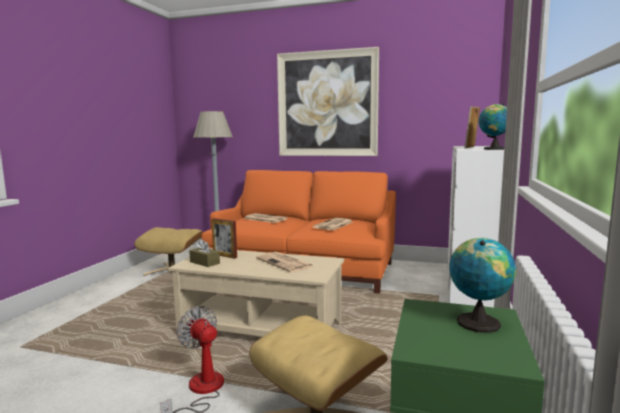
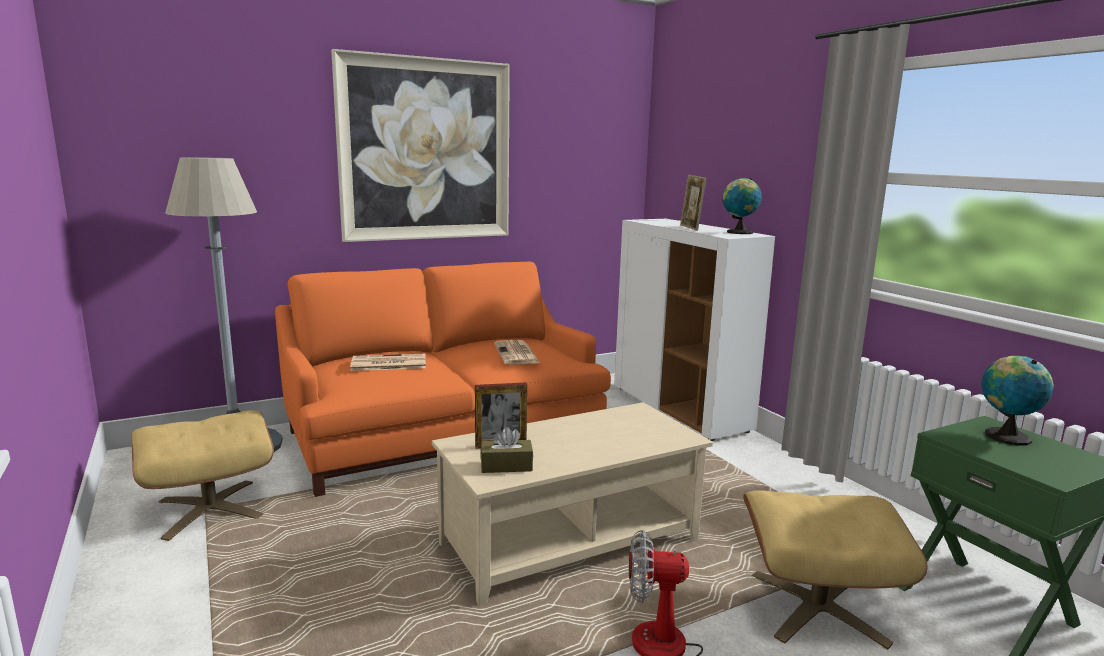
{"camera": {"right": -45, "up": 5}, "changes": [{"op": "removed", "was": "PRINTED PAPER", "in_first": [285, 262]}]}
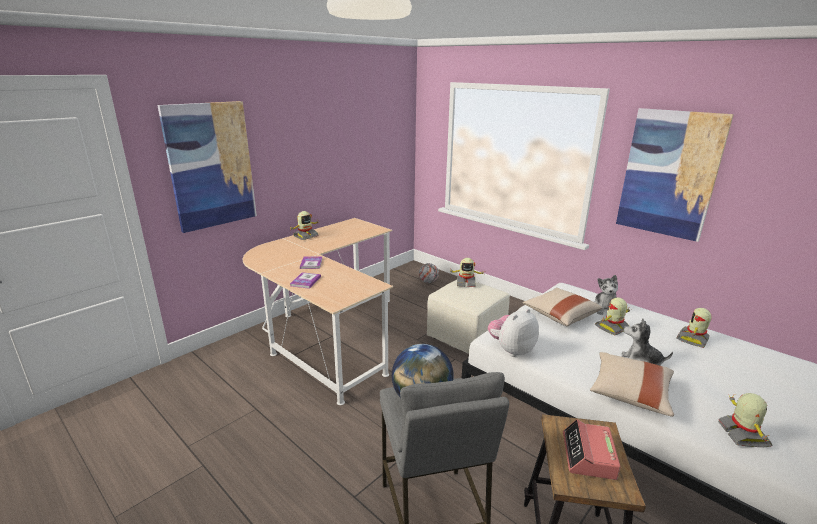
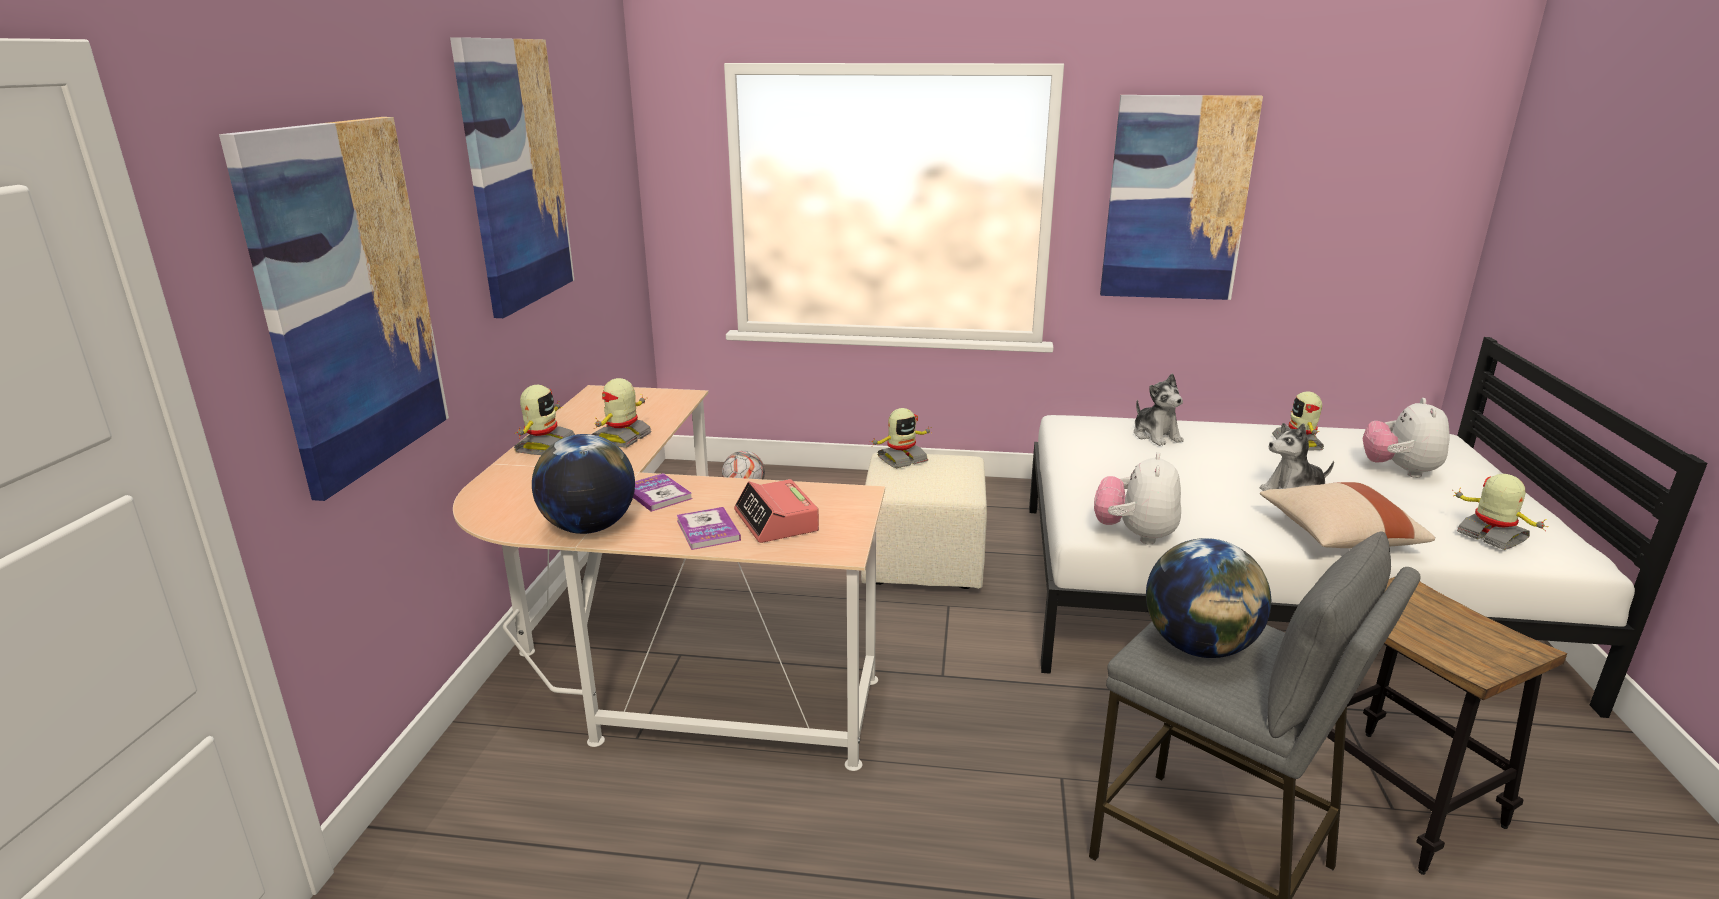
{"camera": {"right": -35, "up": 0}, "changes": [{"op": "removed", "was": "SAND-COLOURED CUSHION", "in_first": [562, 307]}, {"op": "added", "now": "PICTURE", "in_second": [512, 177]}, {"op": "added", "now": "DESK GLOBE", "in_second": [583, 484]}, {"op": "added", "now": "CUDDLY TOY", "in_second": [1406, 438]}, {"op": "moved", "was": "BEDSIDE CLOCK", "in_first": [592, 449], "in_second": [776, 511]}, {"op": "moved", "was": "ROBOT FIGURE", "in_first": [612, 316], "in_second": [622, 413]}]}
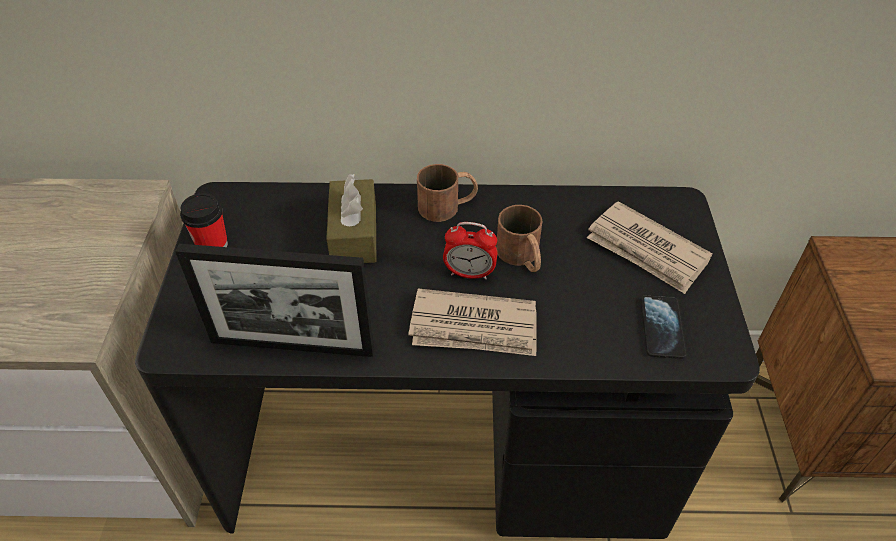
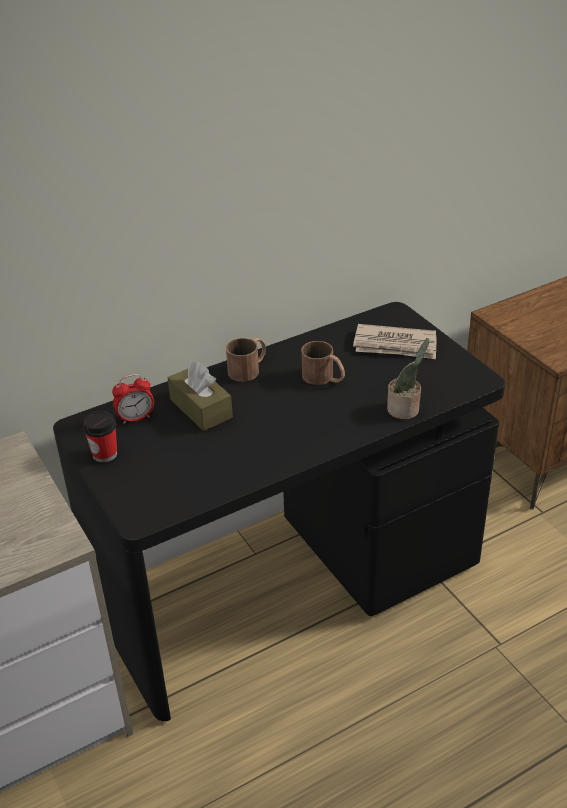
{"camera": {"right": -30, "up": -10}, "changes": [{"op": "removed", "was": "STANDING FRAME", "in_first": [275, 300]}, {"op": "removed", "was": "PRINTED PAPER", "in_first": [472, 322]}, {"op": "removed", "was": "HANDSET", "in_first": [663, 327]}, {"op": "added", "now": "PLANT IN A POT", "in_second": [408, 378]}, {"op": "moved", "was": "BEDSIDE CLOCK", "in_first": [470, 250], "in_second": [133, 399]}]}
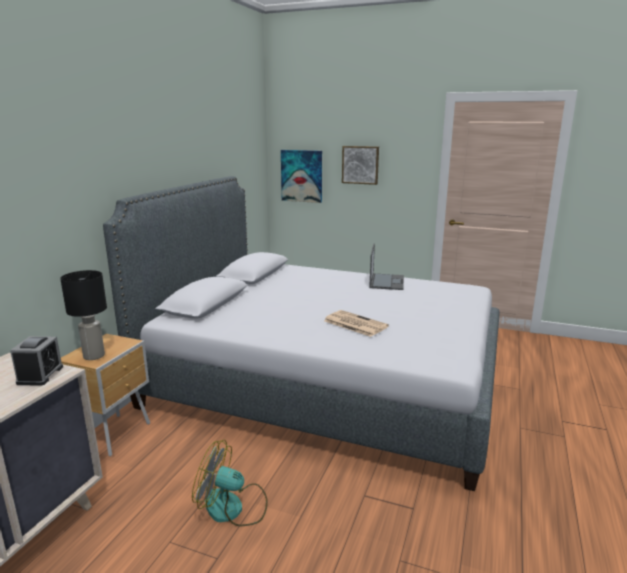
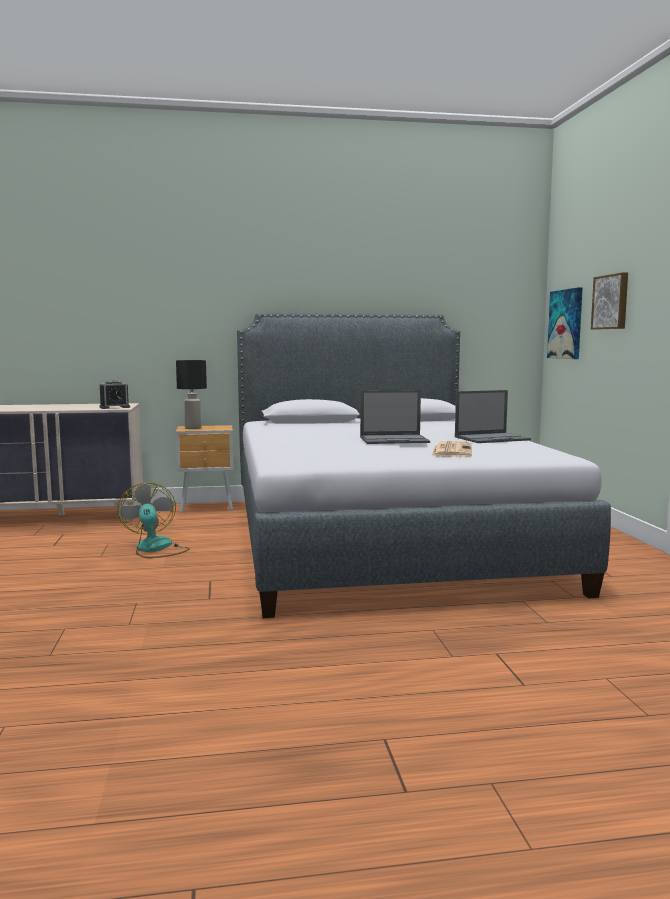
{"camera": {"right": 60, "up": -10}, "changes": [{"op": "added", "now": "NOTEBOOK COMPUTER", "in_second": [395, 417]}, {"op": "moved", "was": "PRINTED PAPER", "in_first": [356, 323], "in_second": [452, 449]}]}
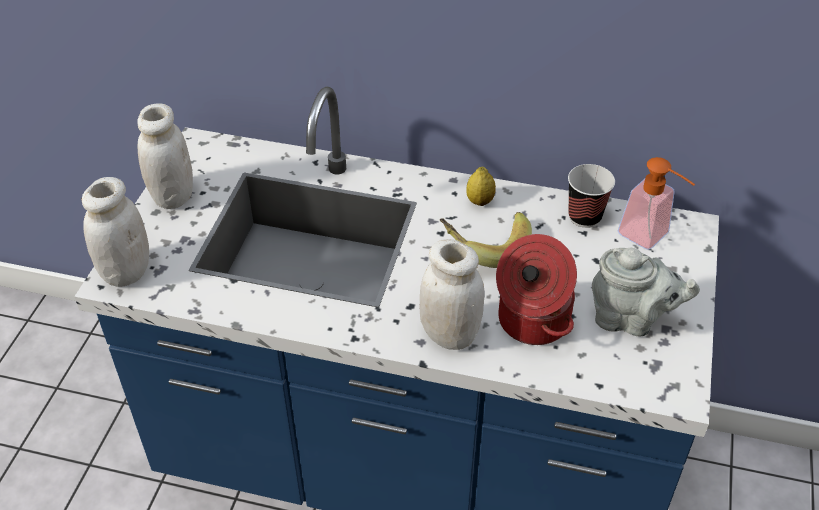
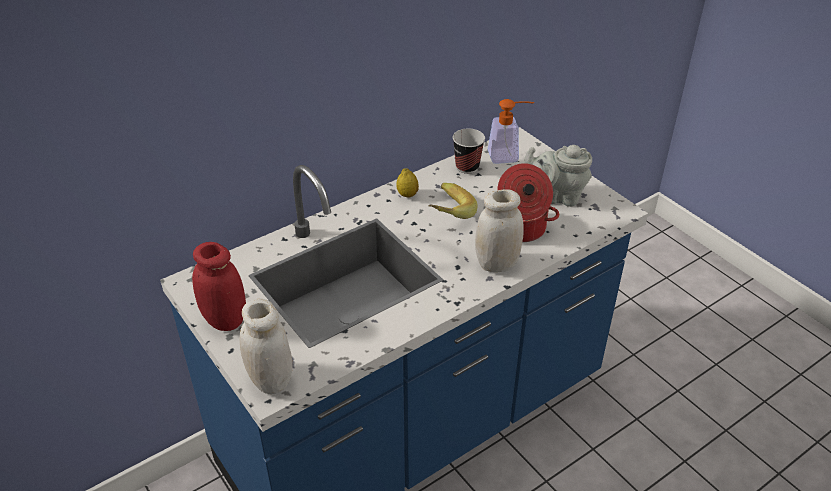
{"camera": {"right": -50, "up": -5}, "changes": [{"op": "recoloured", "was": "WHITISH STORAGE JAR", "now": "REDDISH STORAGE JAR", "in_first": [165, 156], "in_second": [219, 286]}, {"op": "turned", "was": "GRAY TEA POT", "in_first": [646, 292], "in_second": [558, 176], "clockwise": -135}]}
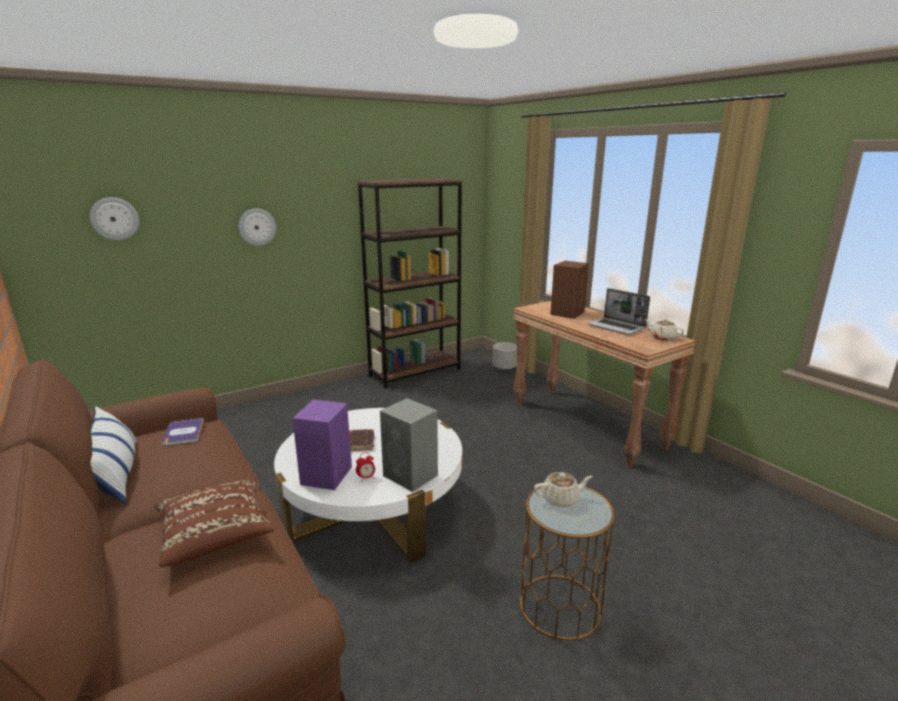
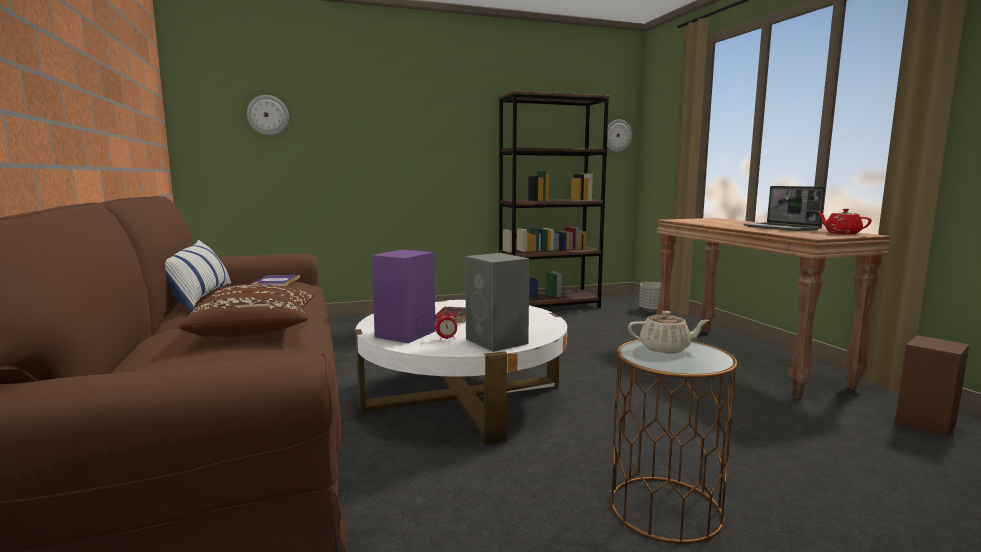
{"camera": {"right": 15, "up": -10}, "changes": [{"op": "moved", "was": "WALL CLOCK", "in_first": [257, 227], "in_second": [619, 135]}, {"op": "moved", "was": "BROWN AUDIO SPEAKER", "in_first": [569, 290], "in_second": [932, 386]}, {"op": "recoloured", "was": "SAND-COLOURED TEA POT", "now": "REDDISH TEA POT", "in_first": [664, 330], "in_second": [844, 221]}]}
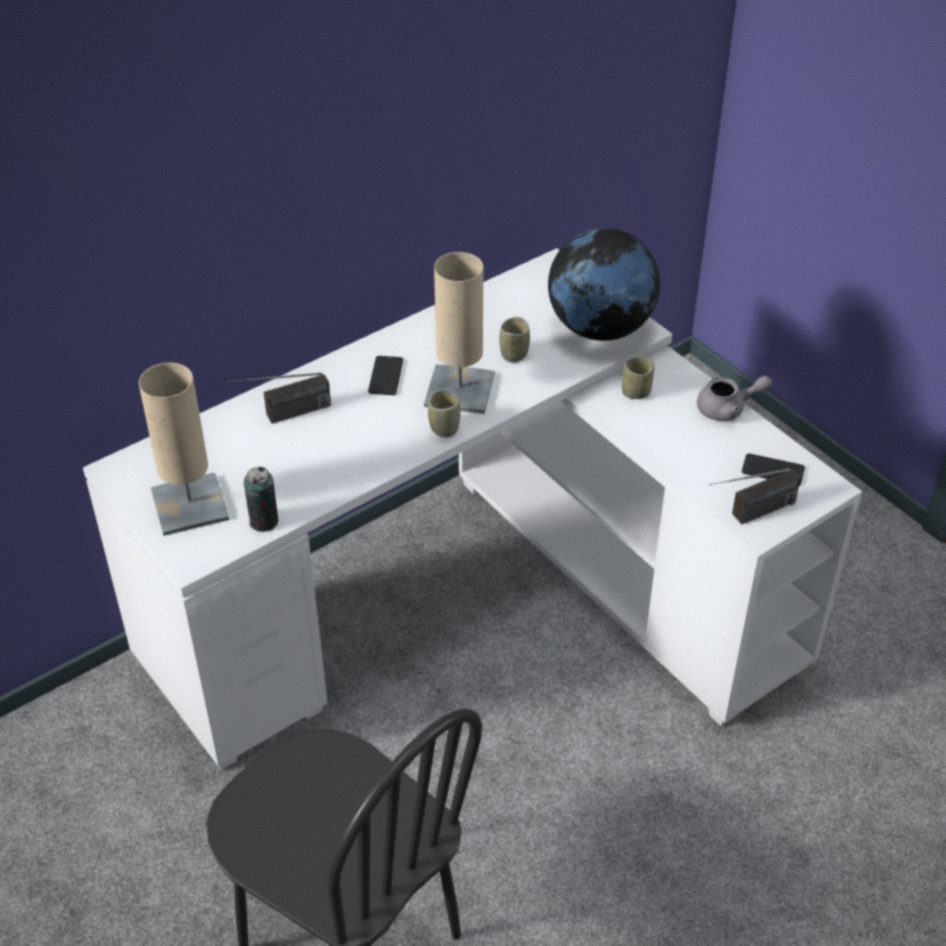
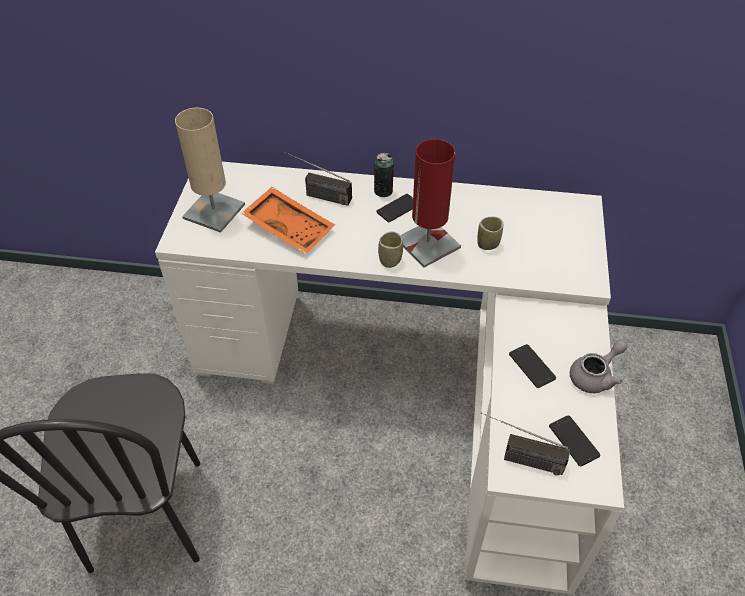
{"camera": {"right": 45, "up": 5}, "changes": [{"op": "removed", "was": "DESK GLOBE", "in_first": [604, 284]}, {"op": "removed", "was": "DRINKING CUP", "in_first": [638, 378]}, {"op": "added", "now": "ORANGEY SERVING TRAY", "in_second": [288, 220]}, {"op": "added", "now": "HANDSET", "in_second": [532, 366]}, {"op": "moved", "was": "CAN", "in_first": [261, 499], "in_second": [384, 175]}, {"op": "recoloured", "was": "SAND-COLOURED LAMP FOR A TABLE", "now": "REDDISH LAMP FOR A TABLE", "in_first": [459, 333], "in_second": [430, 203]}, {"op": "turned", "was": "GRAY TEA POT", "in_first": [734, 398], "in_second": [599, 366], "clockwise": -75}]}
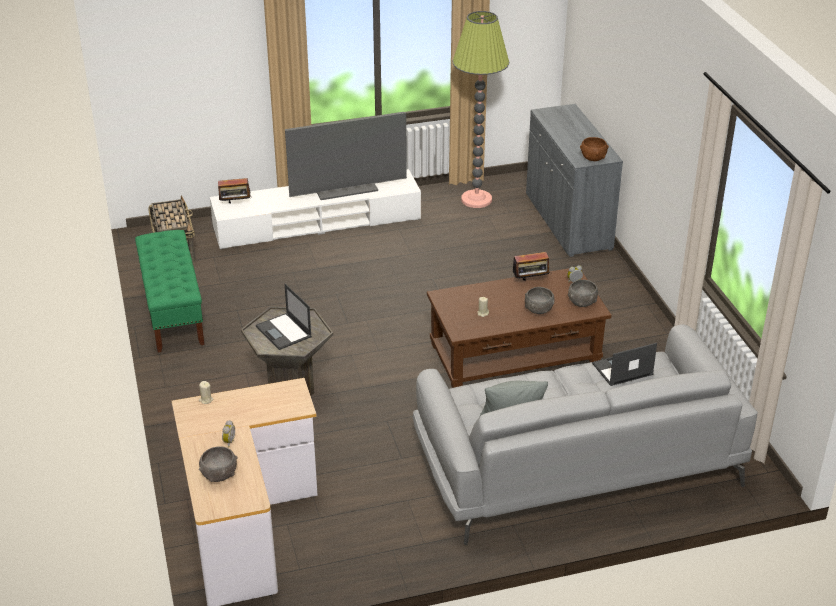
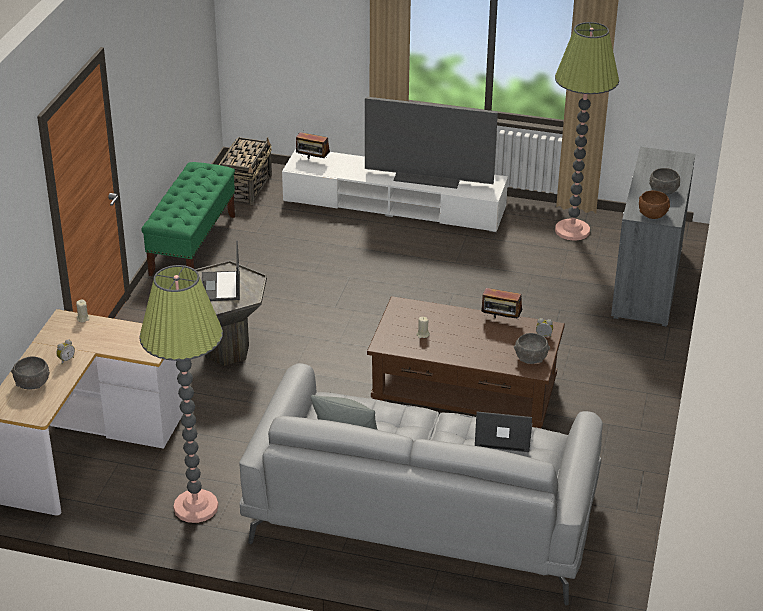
{"camera": {"right": 30, "up": 0}, "changes": [{"op": "added", "now": "STANDARD LAMP", "in_second": [181, 394]}, {"op": "moved", "was": "GRAY BOWL", "in_first": [540, 300], "in_second": [664, 181]}]}
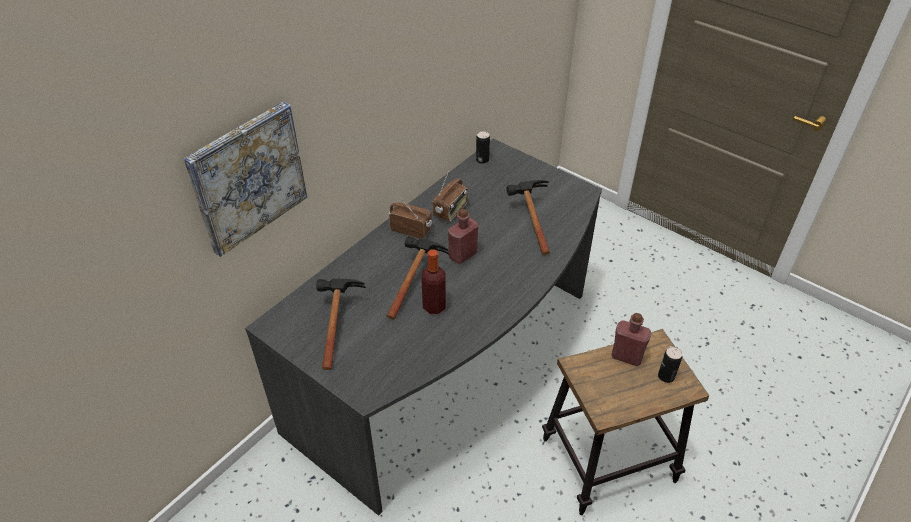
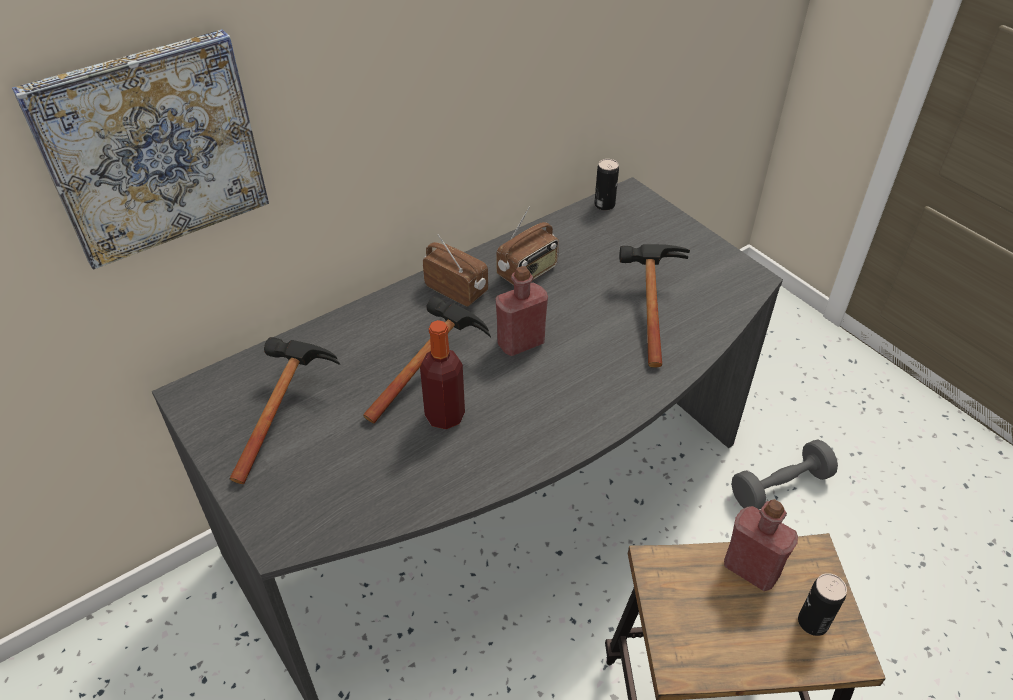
{"camera": {"right": 15, "up": 0}, "changes": [{"op": "added", "now": "GRAY HAND WEIGHT", "in_second": [785, 474]}]}
